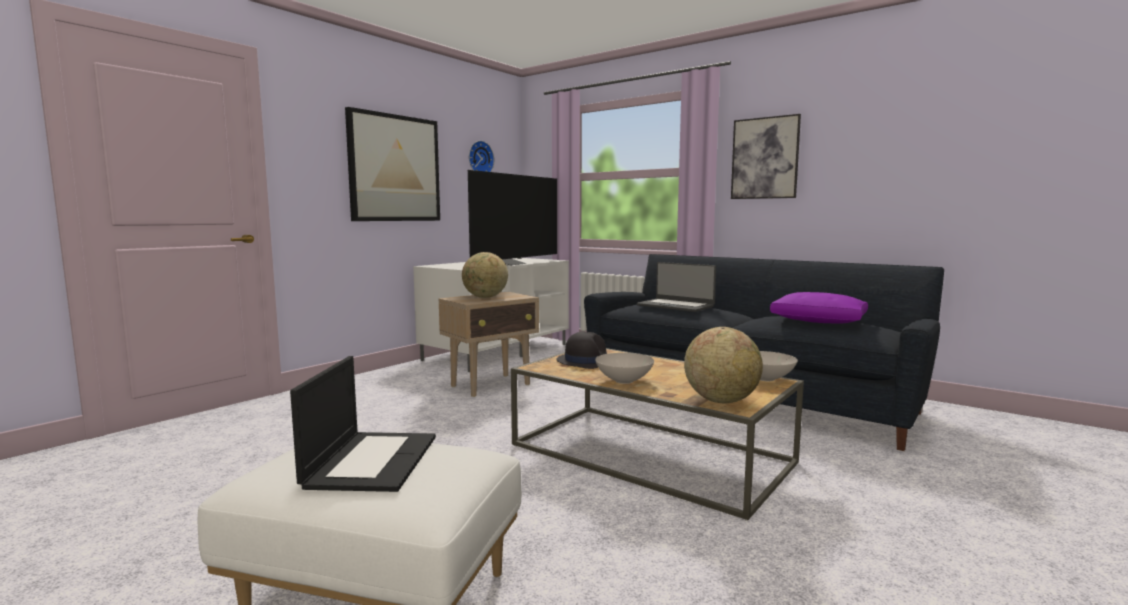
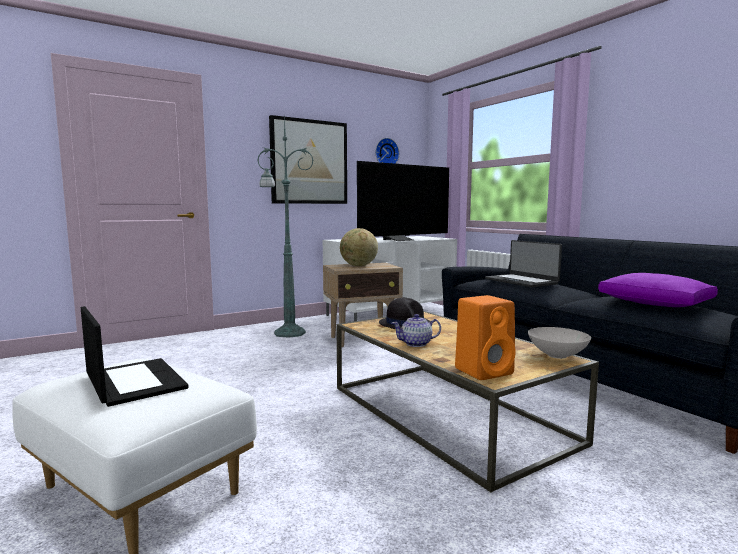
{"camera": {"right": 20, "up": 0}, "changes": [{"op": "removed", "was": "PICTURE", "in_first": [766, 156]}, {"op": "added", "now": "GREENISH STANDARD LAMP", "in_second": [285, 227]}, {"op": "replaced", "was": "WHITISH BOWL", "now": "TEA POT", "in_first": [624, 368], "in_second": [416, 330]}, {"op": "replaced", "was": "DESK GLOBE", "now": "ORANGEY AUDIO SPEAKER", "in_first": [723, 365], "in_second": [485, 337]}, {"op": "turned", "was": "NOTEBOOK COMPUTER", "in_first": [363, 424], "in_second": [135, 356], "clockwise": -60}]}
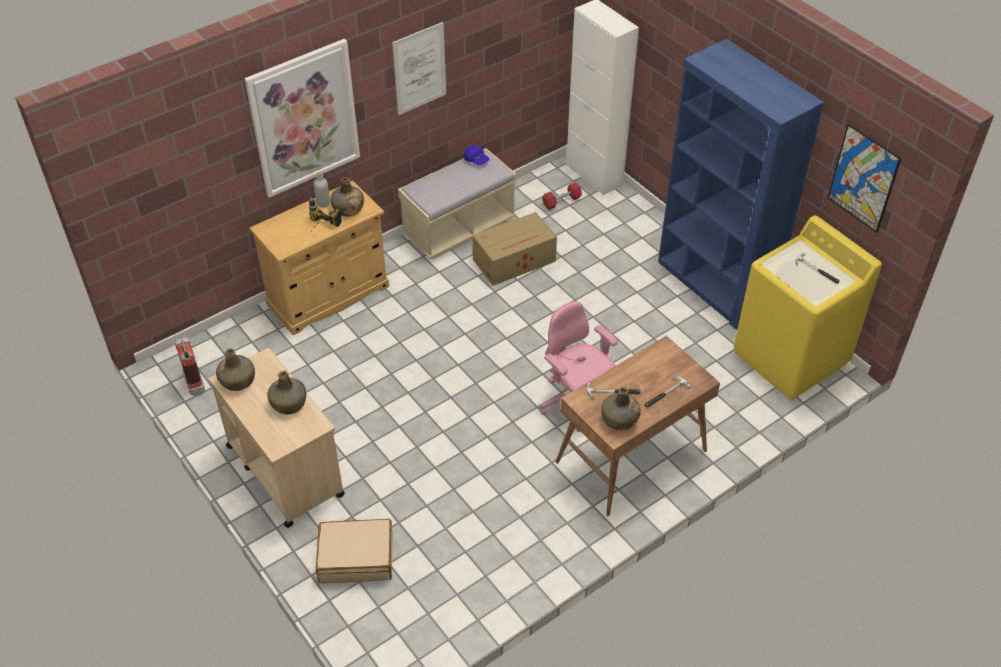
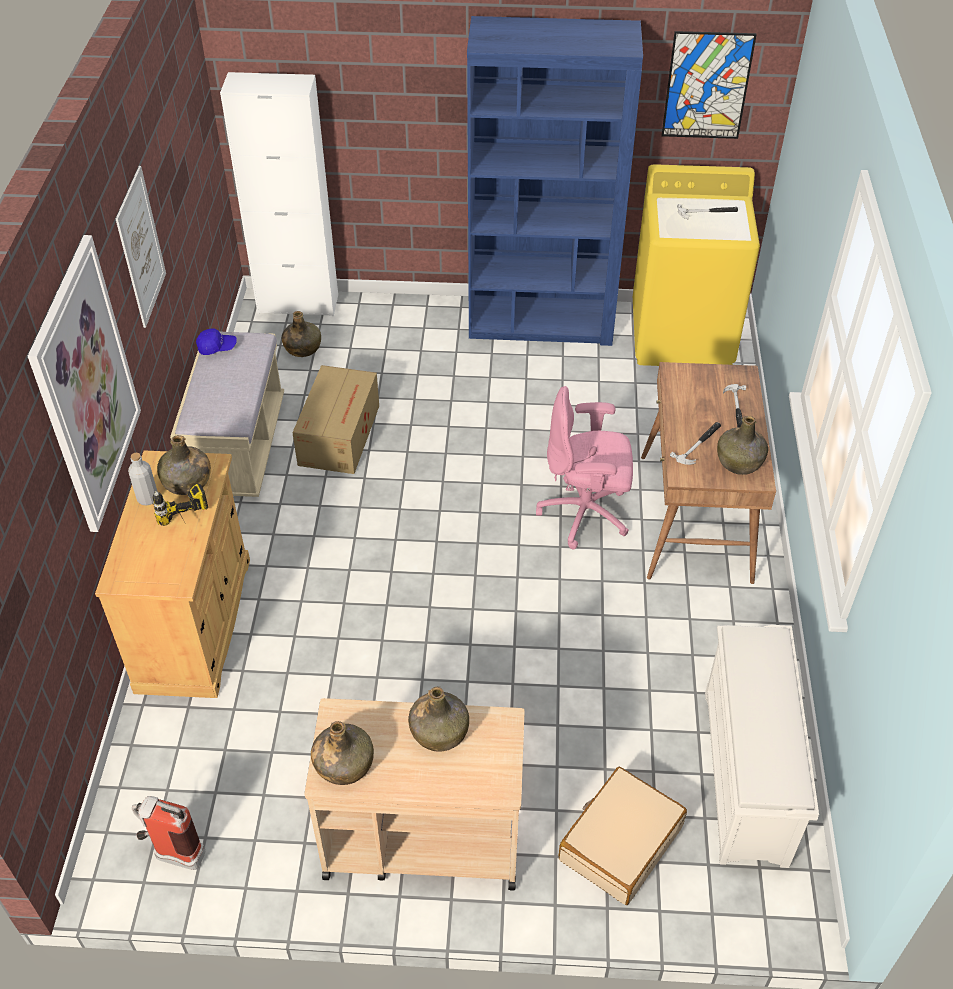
{"camera": {"right": -50, "up": 0}, "changes": [{"op": "added", "now": "WHITISH SHOE SHELF", "in_second": [762, 746]}, {"op": "replaced", "was": "REDDISH HAND WEIGHT", "now": "GREENISH DRINK BOTTLE", "in_first": [562, 196], "in_second": [301, 334]}]}
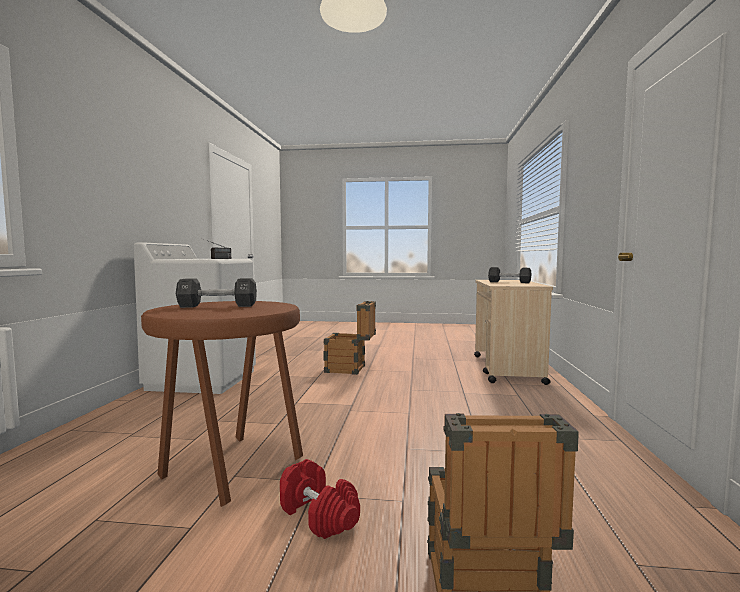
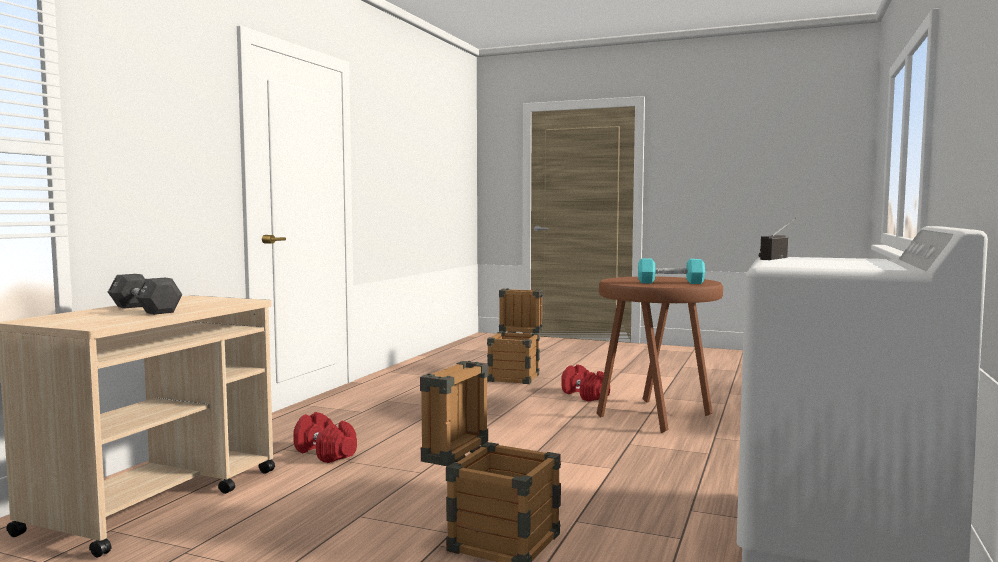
{"camera": {"right": -165, "up": 0}, "changes": [{"op": "added", "now": "REDDISH HAND WEIGHT", "in_second": [325, 437]}, {"op": "recoloured", "was": "BLACK-COLOURED HAND WEIGHT", "now": "BLUE-GREEN HAND WEIGHT", "in_first": [216, 293], "in_second": [671, 271]}]}
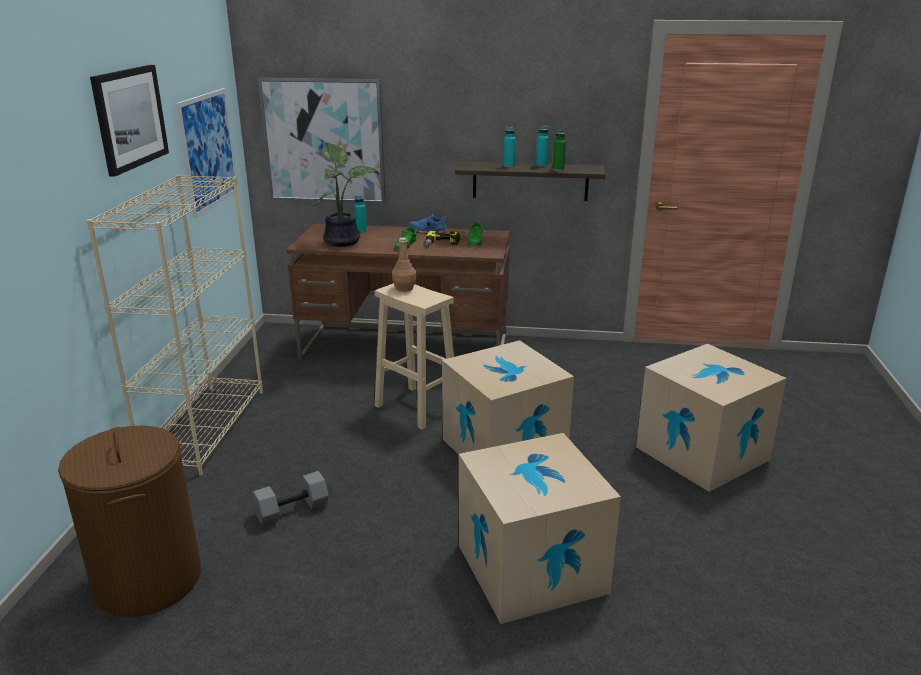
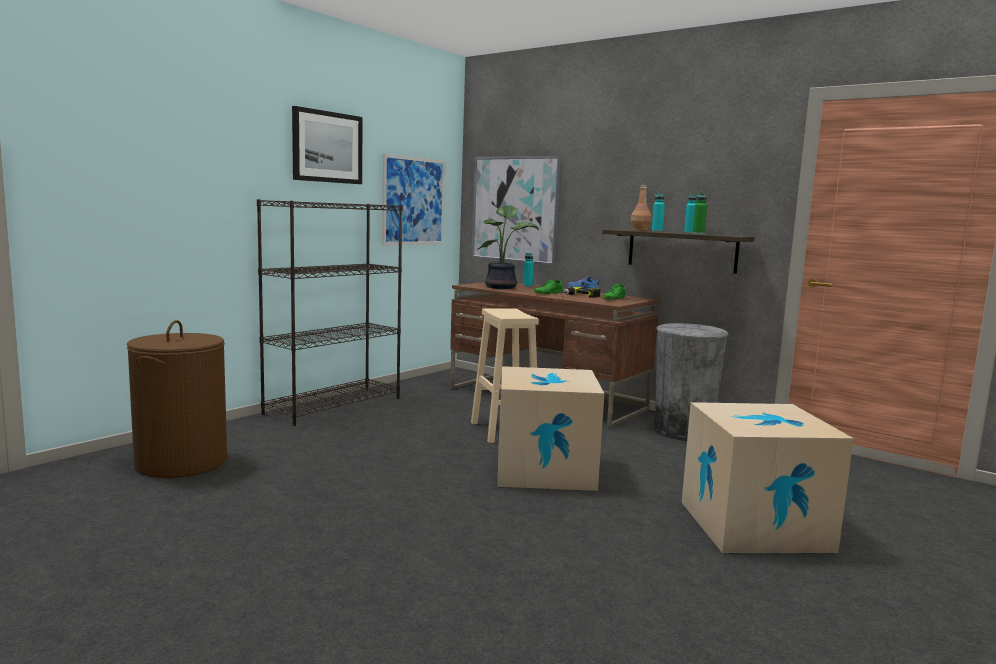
{"camera": {"right": 30, "up": -15}, "changes": [{"op": "removed", "was": "GRAY HAND WEIGHT", "in_first": [290, 498]}, {"op": "removed", "was": "CARDBOARD BOX", "in_first": [540, 528]}, {"op": "added", "now": "GRAY TRASH CAN", "in_second": [691, 382]}, {"op": "moved", "was": "BROWN DRINK BOTTLE", "in_first": [404, 264], "in_second": [641, 208]}, {"op": "recoloured", "was": "SAND-COLOURED BOOKSHELF", "now": "BLACK-COLOURED BOOKSHELF", "in_first": [175, 325], "in_second": [330, 312]}]}
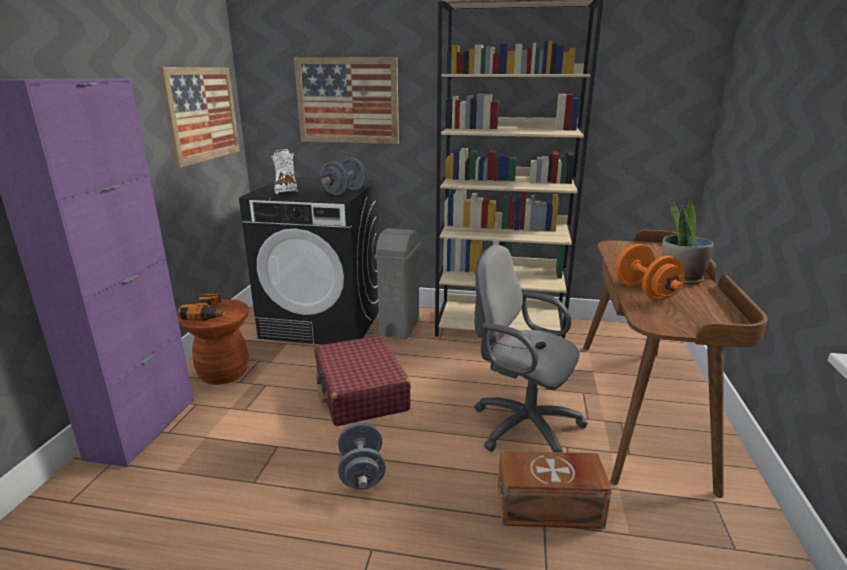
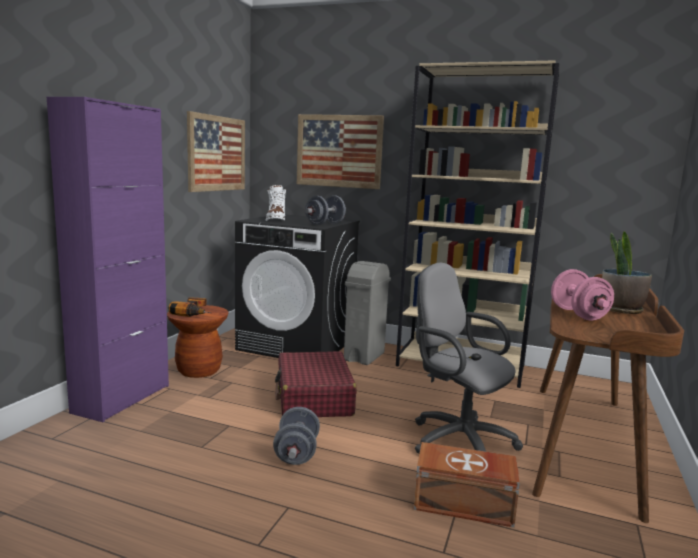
{"camera": {"right": 10, "up": -10}, "changes": [{"op": "recoloured", "was": "ORANGEY HAND WEIGHT", "now": "PINKISH HAND WEIGHT", "in_first": [650, 272], "in_second": [582, 294]}]}
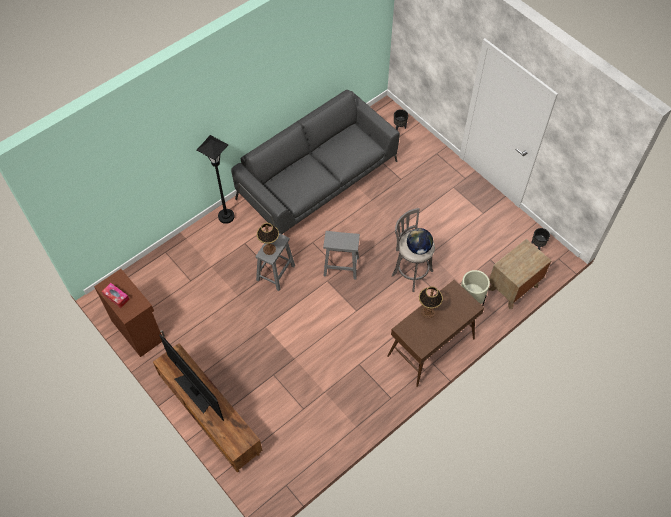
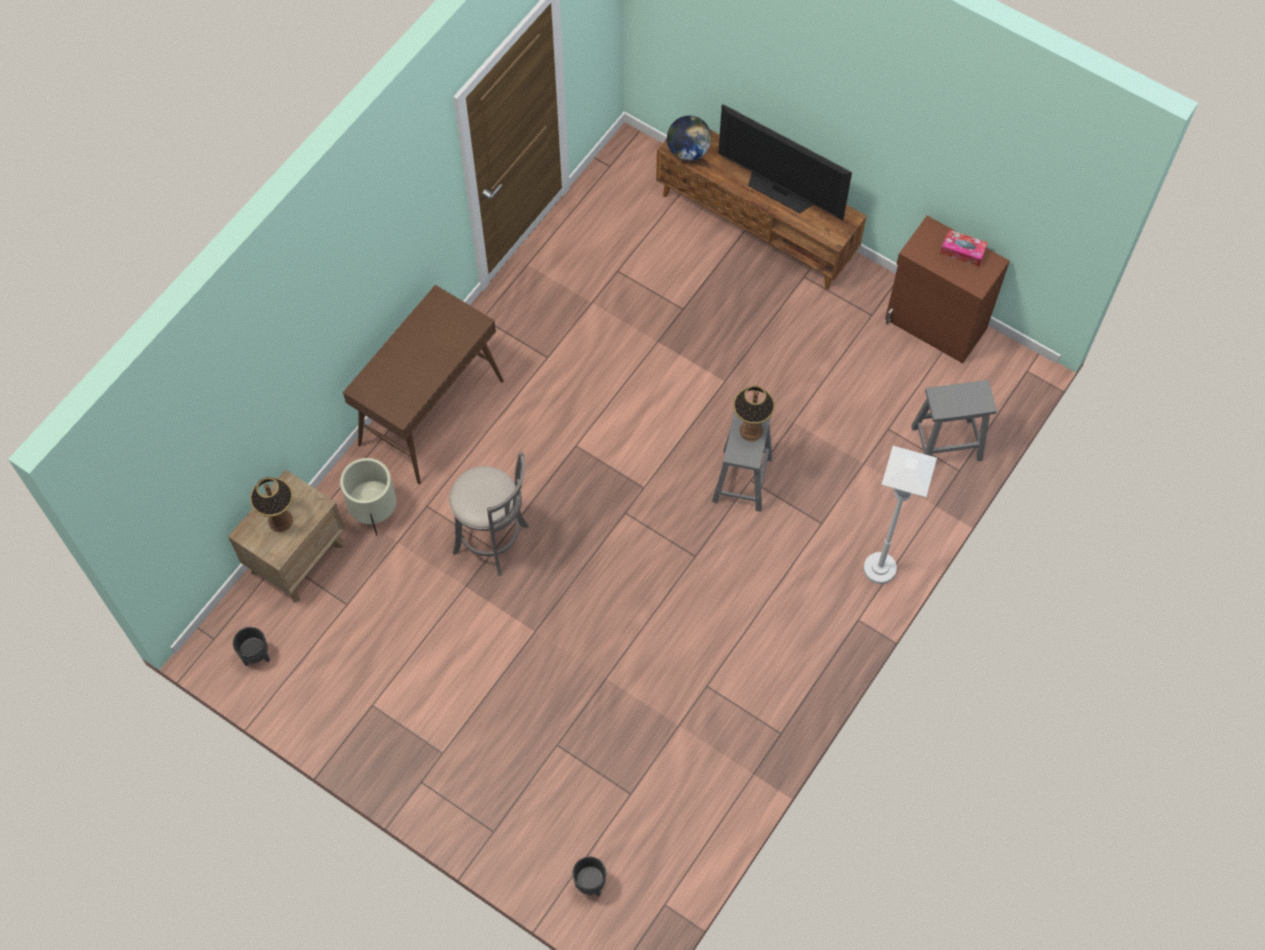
{"camera": {"right": 165, "up": 5}, "changes": [{"op": "removed", "was": "GRAY SETTEE", "in_first": [315, 162]}, {"op": "moved", "was": "GRAY STOOL SEAT", "in_first": [341, 255], "in_second": [954, 421]}, {"op": "moved", "was": "DESK GLOBE", "in_first": [420, 241], "in_second": [689, 138]}, {"op": "moved", "was": "LAMP FOR A TABLE", "in_first": [431, 302], "in_second": [271, 504]}, {"op": "recoloured", "was": "BLACK-COLOURED STANDARD LAMP", "now": "WHITISH STANDARD LAMP", "in_first": [216, 179], "in_second": [900, 515]}]}
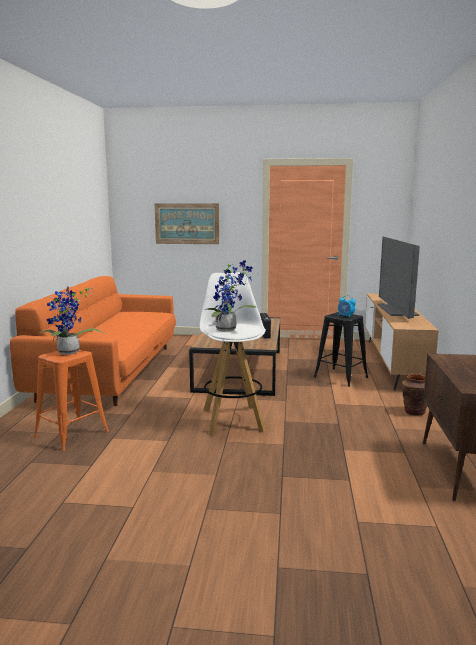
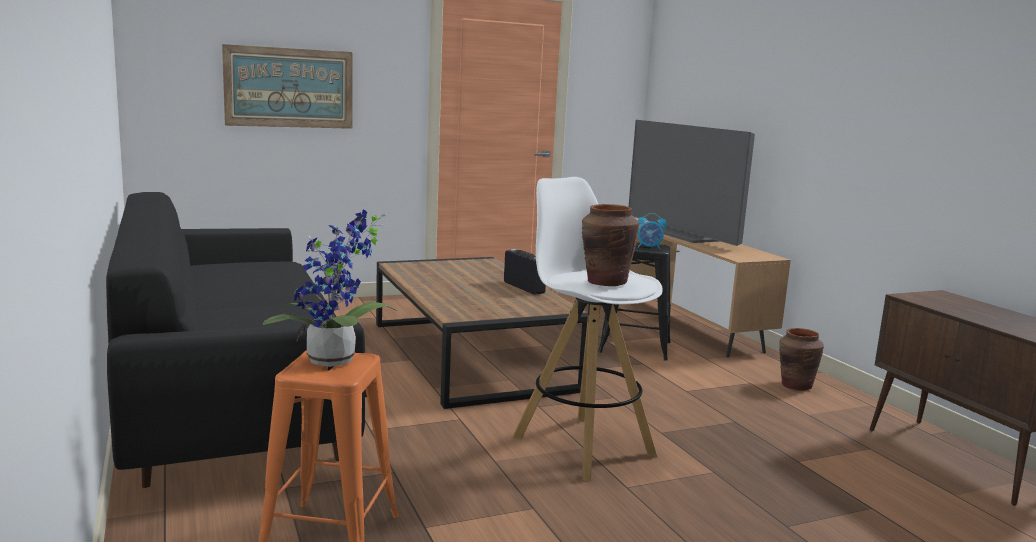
{"camera": {"right": -30, "up": 0}, "changes": [{"op": "replaced", "was": "PLANT IN A POT", "now": "BROWN FLOWER VASE", "in_first": [230, 296], "in_second": [610, 245]}, {"op": "recoloured", "was": "ORANGEY SETTEE", "now": "BLACK-COLOURED SETTEE", "in_first": [93, 341], "in_second": [236, 340]}]}
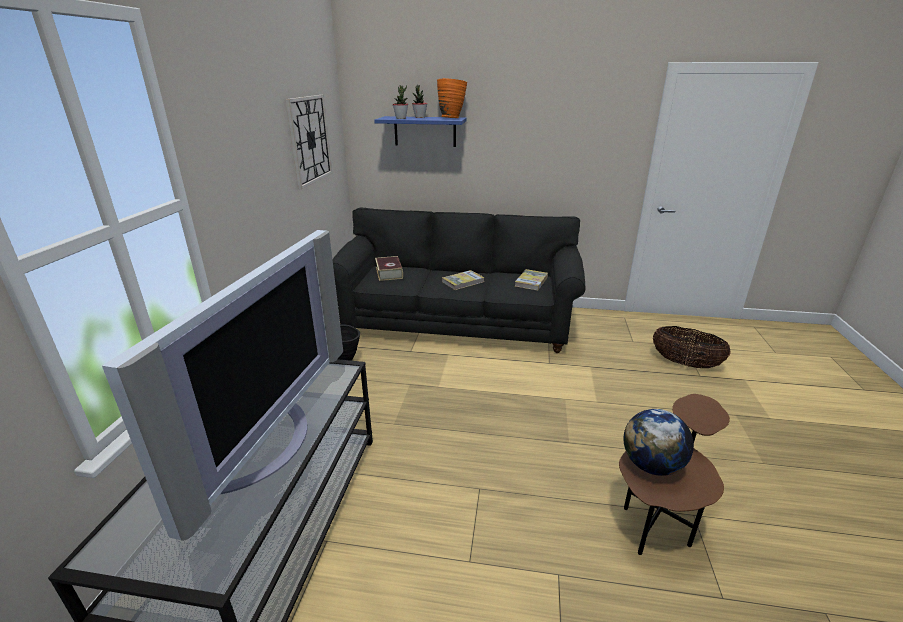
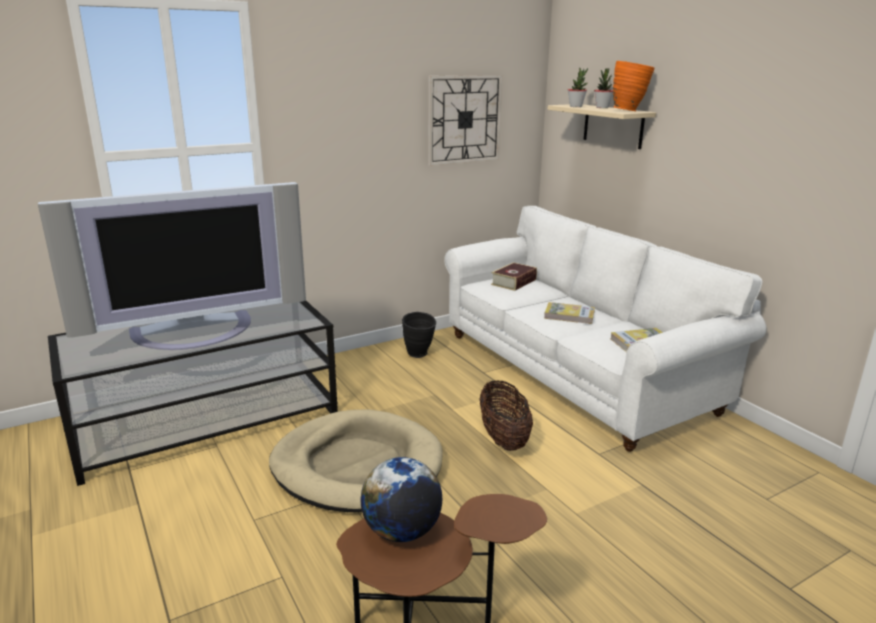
{"camera": {"right": 50, "up": -5}, "changes": [{"op": "added", "now": "SAND-COLOURED PET BED", "in_second": [356, 461]}, {"op": "moved", "was": "STORAGE BASKET", "in_first": [692, 347], "in_second": [506, 415]}, {"op": "recoloured", "was": "BLACK-COLOURED SETTEE", "now": "WHITISH SETTEE", "in_first": [458, 280], "in_second": [605, 329]}, {"op": "recoloured", "was": "BLUE SHELF", "now": "SAND-COLOURED SHELF", "in_first": [420, 131], "in_second": [601, 126]}]}
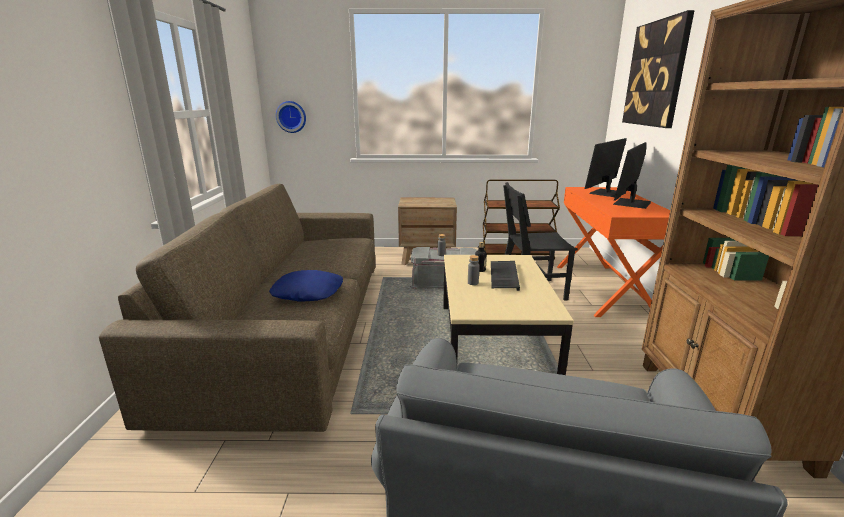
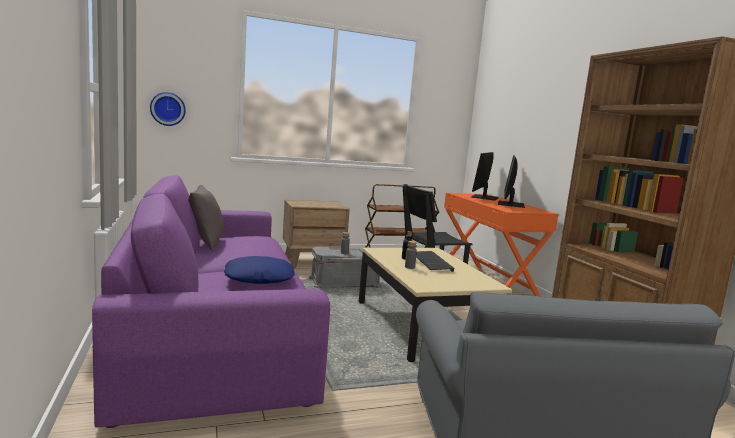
{"camera": {"right": -20, "up": -10}, "changes": [{"op": "removed", "was": "PICTURE", "in_first": [658, 69]}, {"op": "added", "now": "GRAY CUSHION", "in_second": [206, 218]}, {"op": "recoloured", "was": "BROWN SETTEE", "now": "PURPLE SETTEE", "in_first": [237, 308], "in_second": [211, 301]}]}
